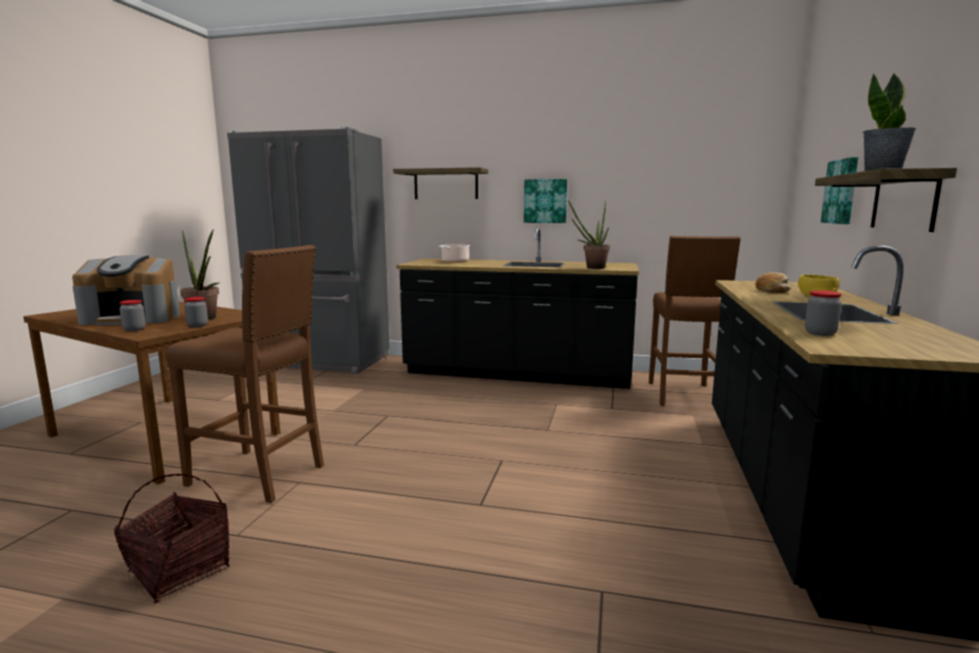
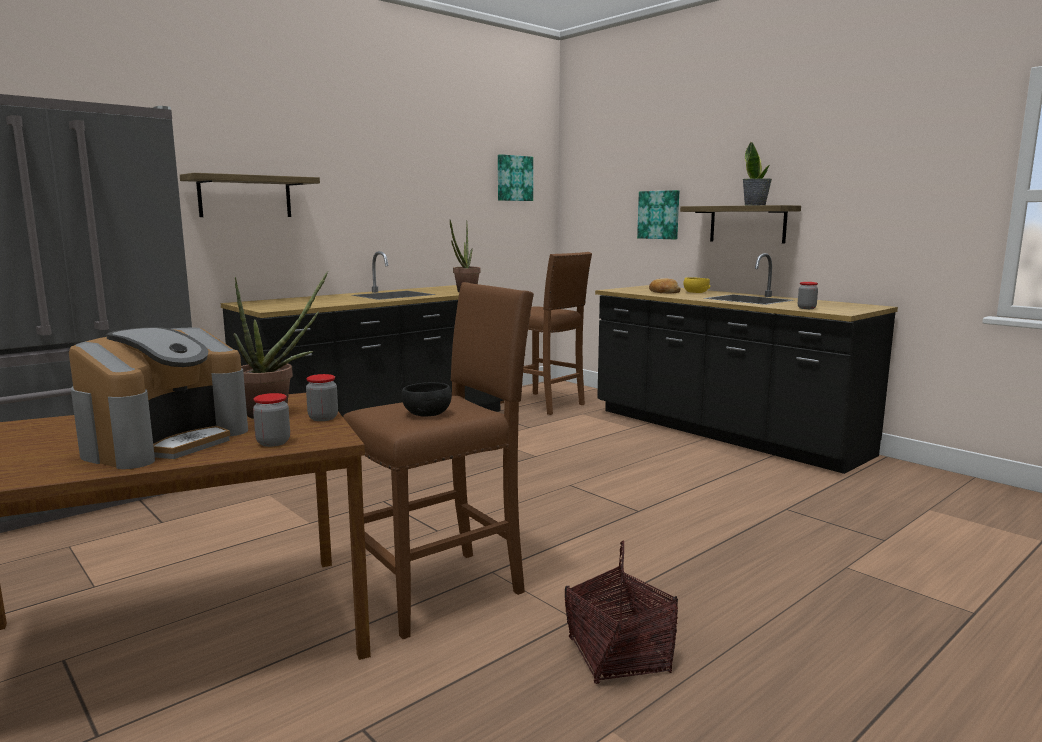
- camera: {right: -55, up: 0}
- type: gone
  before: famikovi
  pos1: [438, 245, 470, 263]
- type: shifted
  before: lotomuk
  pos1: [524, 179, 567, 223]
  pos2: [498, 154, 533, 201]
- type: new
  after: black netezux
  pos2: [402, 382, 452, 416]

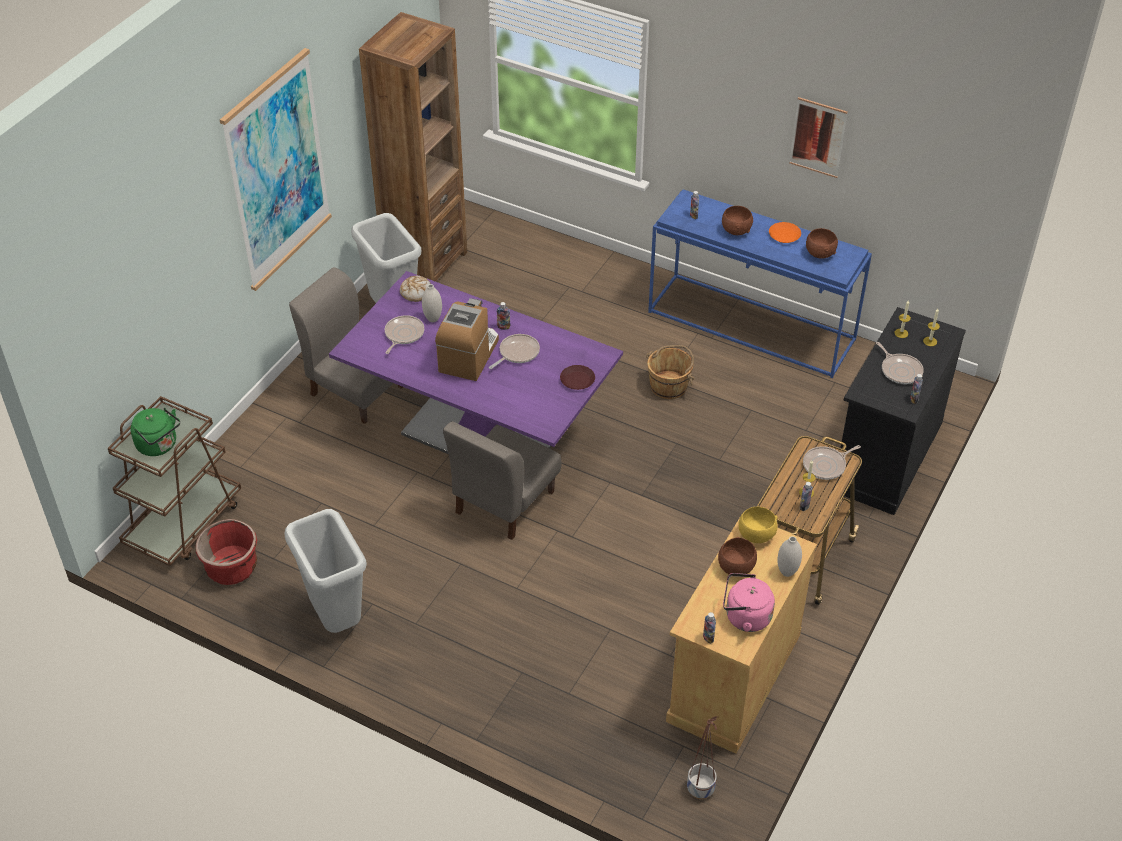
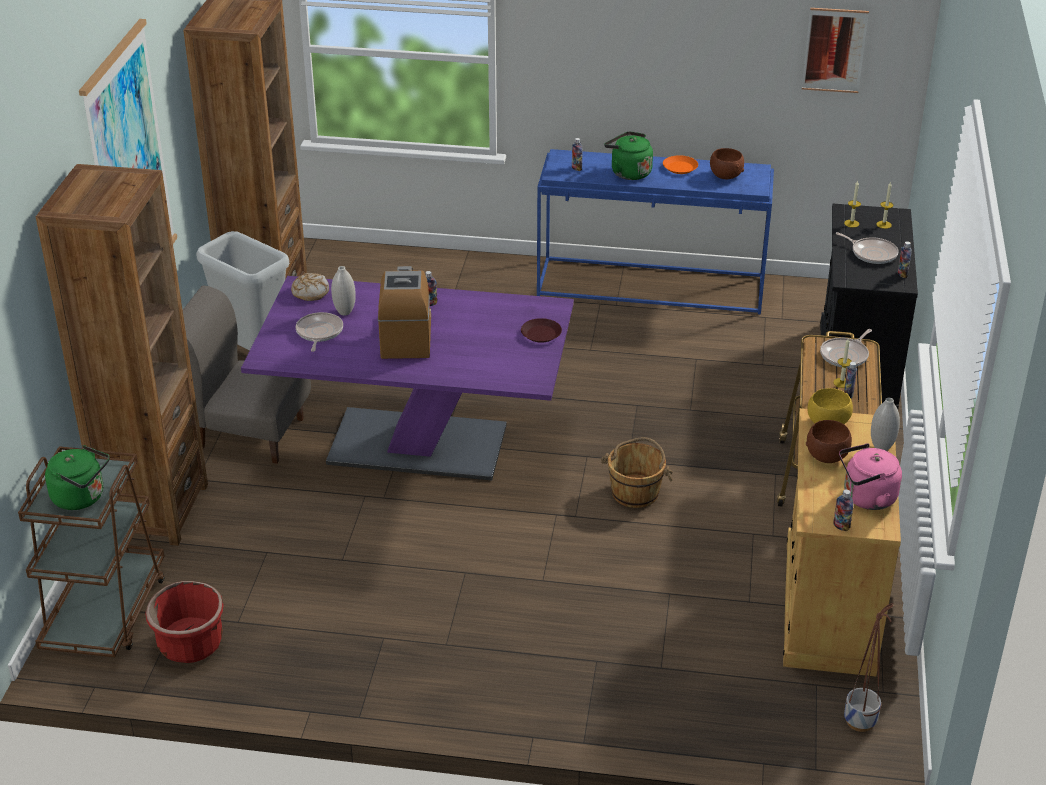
- camera: {right: -20, up: -10}
- type: gone
  before: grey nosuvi
  pos1: [284, 509, 367, 633]
- type: gone
  before: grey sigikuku
  pos1: [443, 421, 562, 540]
- type: gone
  before: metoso
  pos1: [489, 334, 540, 369]
- type: shifted
  before: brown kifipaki
  pos1: [646, 345, 695, 399]
  pos2: [601, 437, 673, 508]
- type: swapped
  before: brown netezux
  after: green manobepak
  pos1: [722, 206, 753, 235]
  pos2: [604, 131, 653, 180]
- type: shifted
  before: lotomuk
  pos1: [789, 97, 848, 178]
  pos2: [802, 8, 869, 93]
- type: new
  after: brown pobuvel
  pos2: [36, 164, 208, 546]

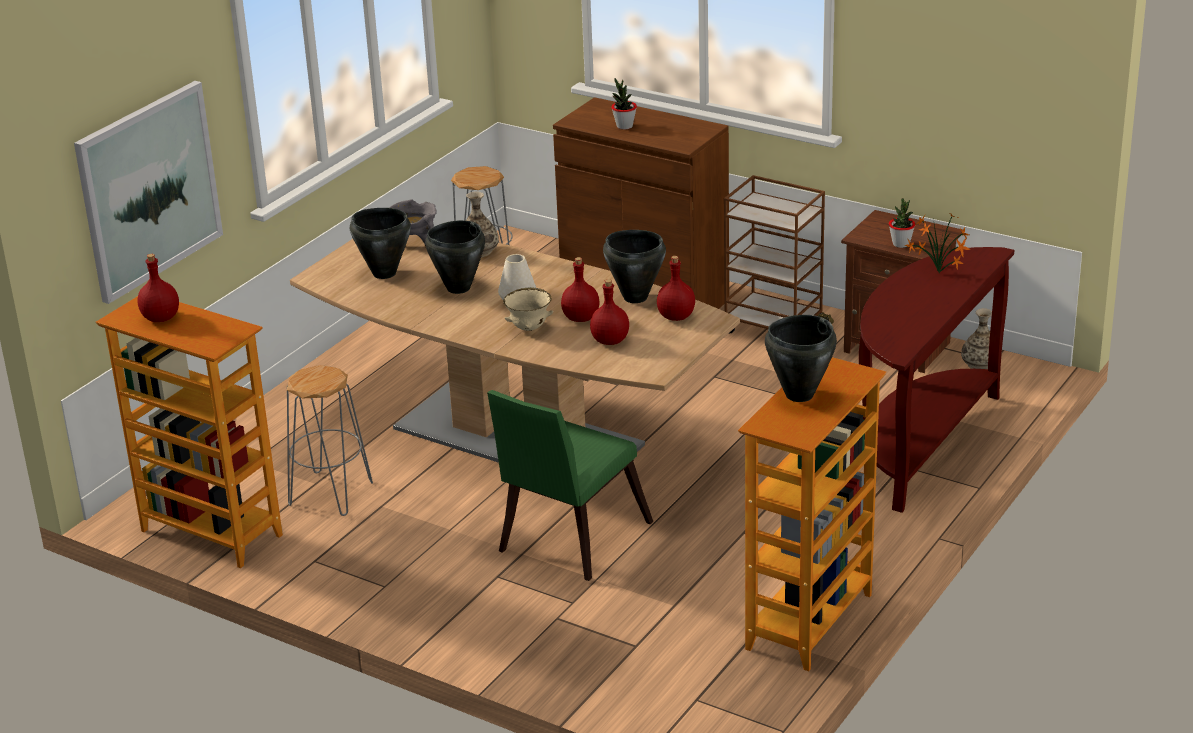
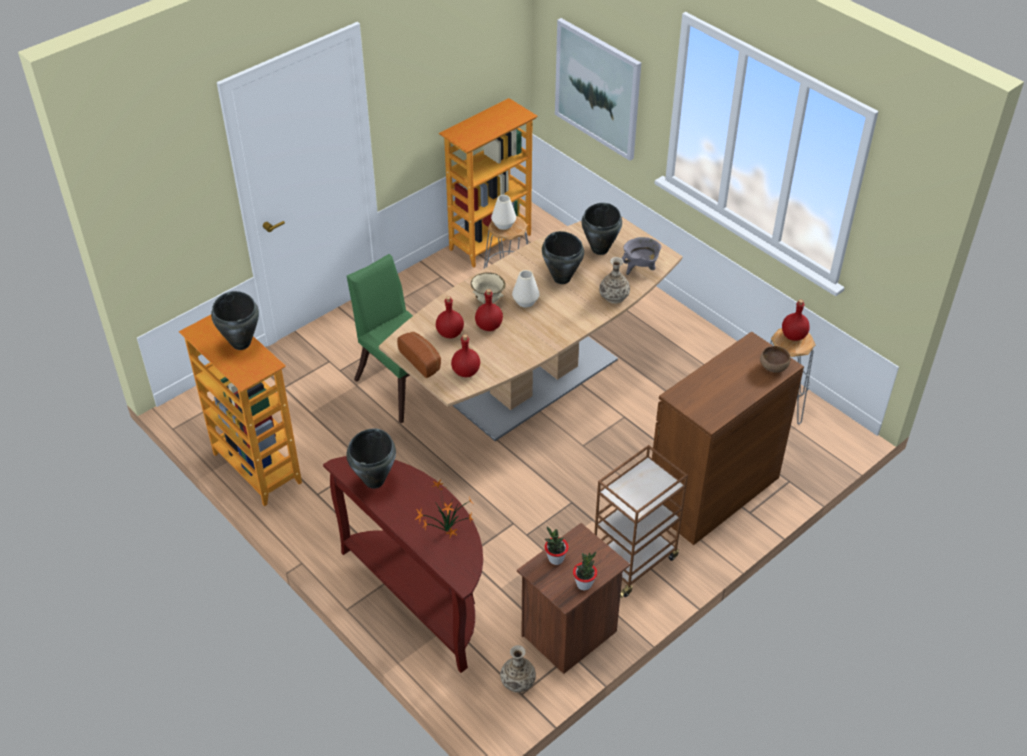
- camera: {right: 105, up: 15}
- type: shifted
  before: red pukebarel
  pos1: [137, 254, 179, 322]
  pos2: [782, 300, 810, 341]
- type: shifted
  before: black famikovi
  pos1: [603, 230, 666, 303]
  pos2: [347, 428, 396, 489]
- type: shifted
  before: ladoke
  pos1: [611, 78, 637, 130]
  pos2: [573, 552, 597, 590]
- type: new
  after: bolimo
  pos2: [397, 332, 441, 378]
- type: new
  after: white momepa
  pos2: [491, 195, 516, 230]
- type: new
  after: brown netezux
  pos2: [760, 346, 790, 373]

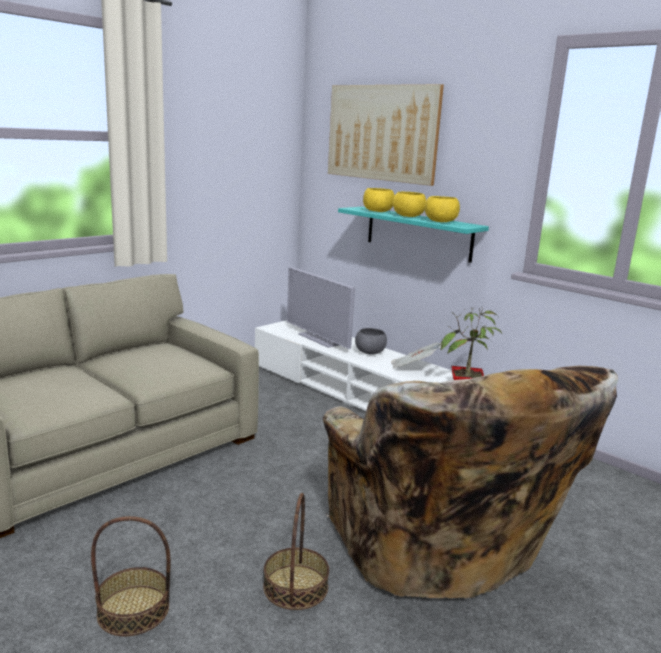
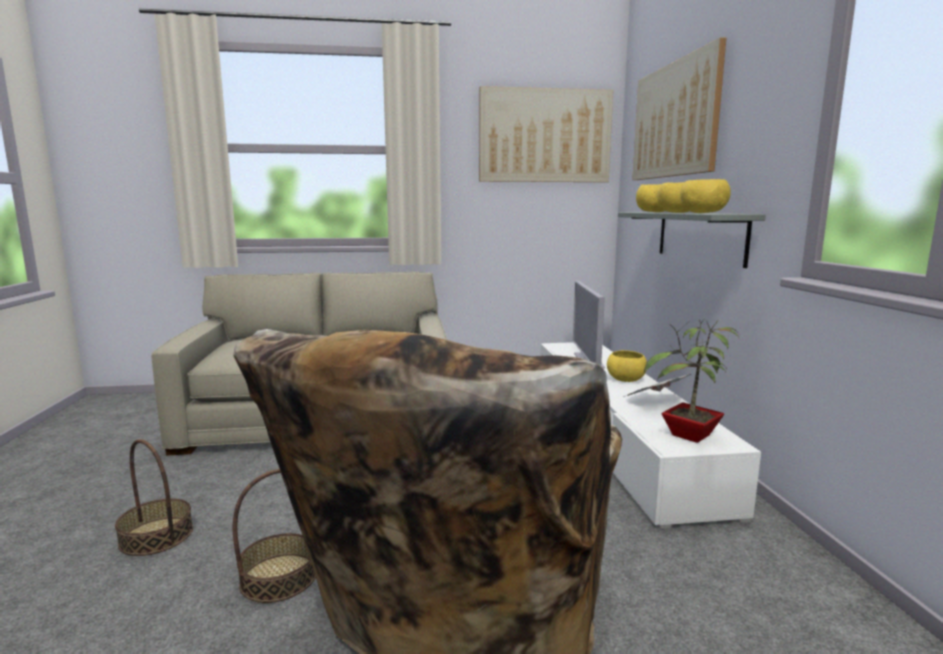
- camera: {right: 40, up: -5}
- type: repainted
  before: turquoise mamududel
  after: grey mamududel
  pos1: [338, 207, 489, 263]
  pos2: [618, 212, 766, 268]
- type: repainted
  before: grey netezux
  after: yellow netezux
  pos1: [355, 328, 387, 355]
  pos2: [607, 350, 647, 382]
- type: new
  after: lotomuk
  pos2: [479, 86, 613, 182]

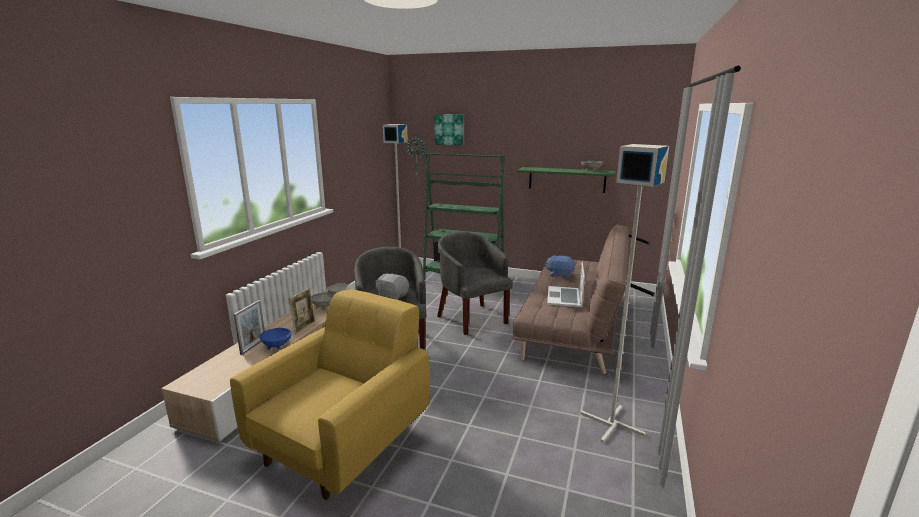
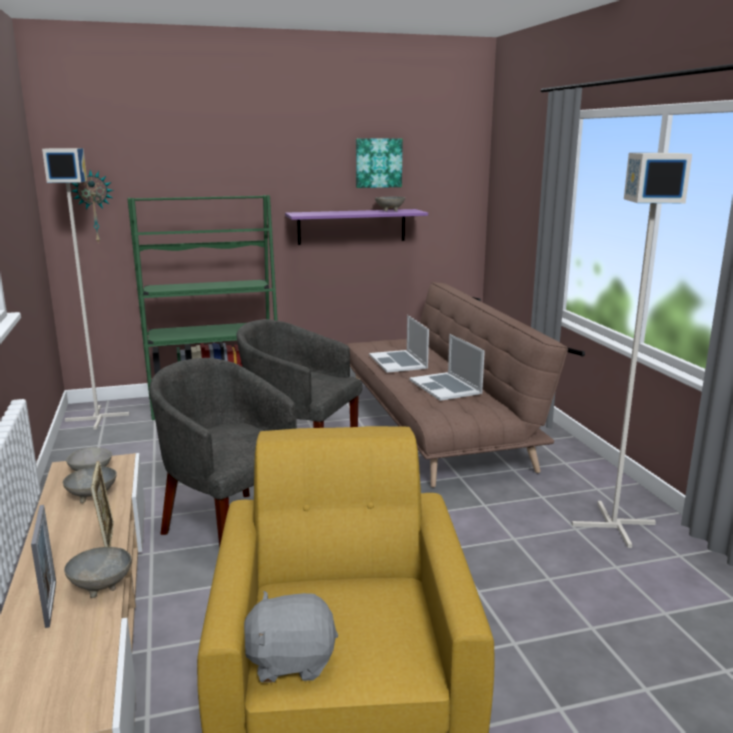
- camera: {right: -35, up: 0}
- type: repainted
  before: blue netezux
  after: grey netezux
  pos1: [259, 328, 292, 350]
  pos2: [64, 547, 131, 598]
- type: shifted
  before: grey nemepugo
  pos1: [375, 273, 409, 300]
  pos2: [244, 591, 338, 683]
- type: shifted
  before: lotomuk
  pos1: [434, 114, 464, 145]
  pos2: [356, 139, 403, 188]
- type: repainted
  before: green mamududel
  after: purple mamududel
  pos1: [517, 167, 616, 193]
  pos2: [285, 209, 428, 245]
- type: swapped
  before: blue nemepugo
  after: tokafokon
  pos1: [545, 255, 575, 278]
  pos2: [369, 315, 429, 373]

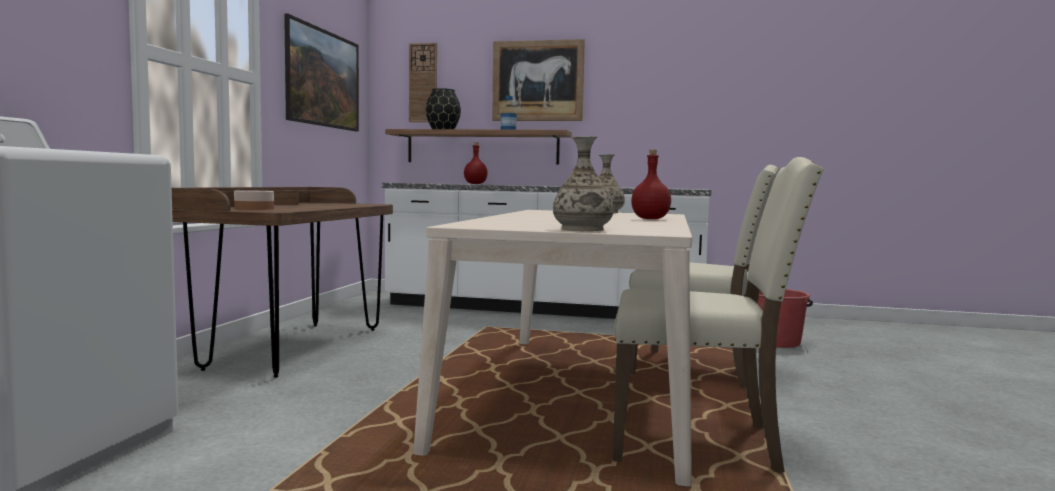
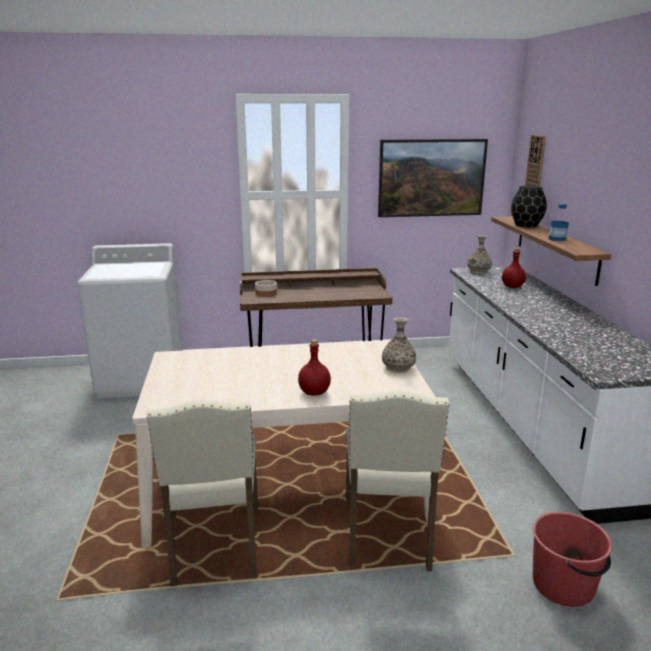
- camera: {right: 70, up: 15}
- type: gone
  before: lotomuk
  pos1: [492, 39, 585, 121]
- type: shifted
  before: momepa
  pos1: [553, 136, 614, 231]
  pos2: [467, 235, 492, 274]

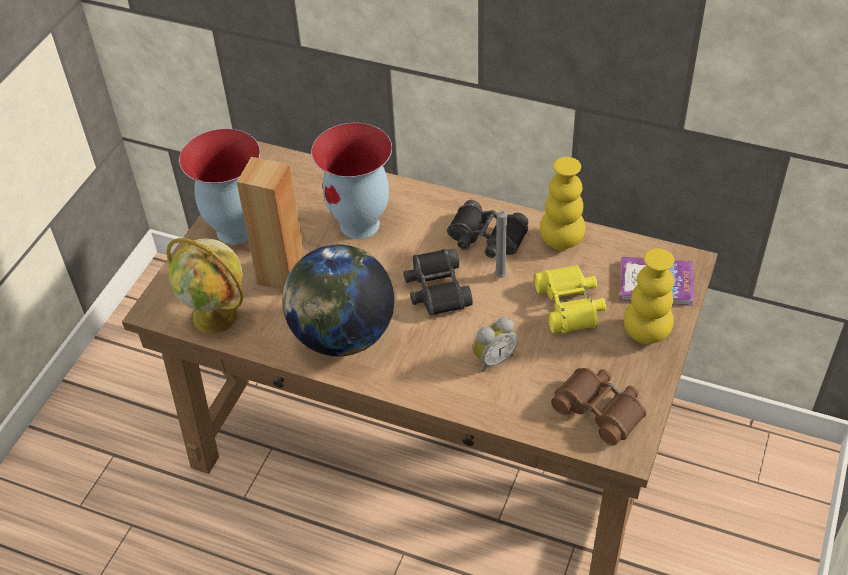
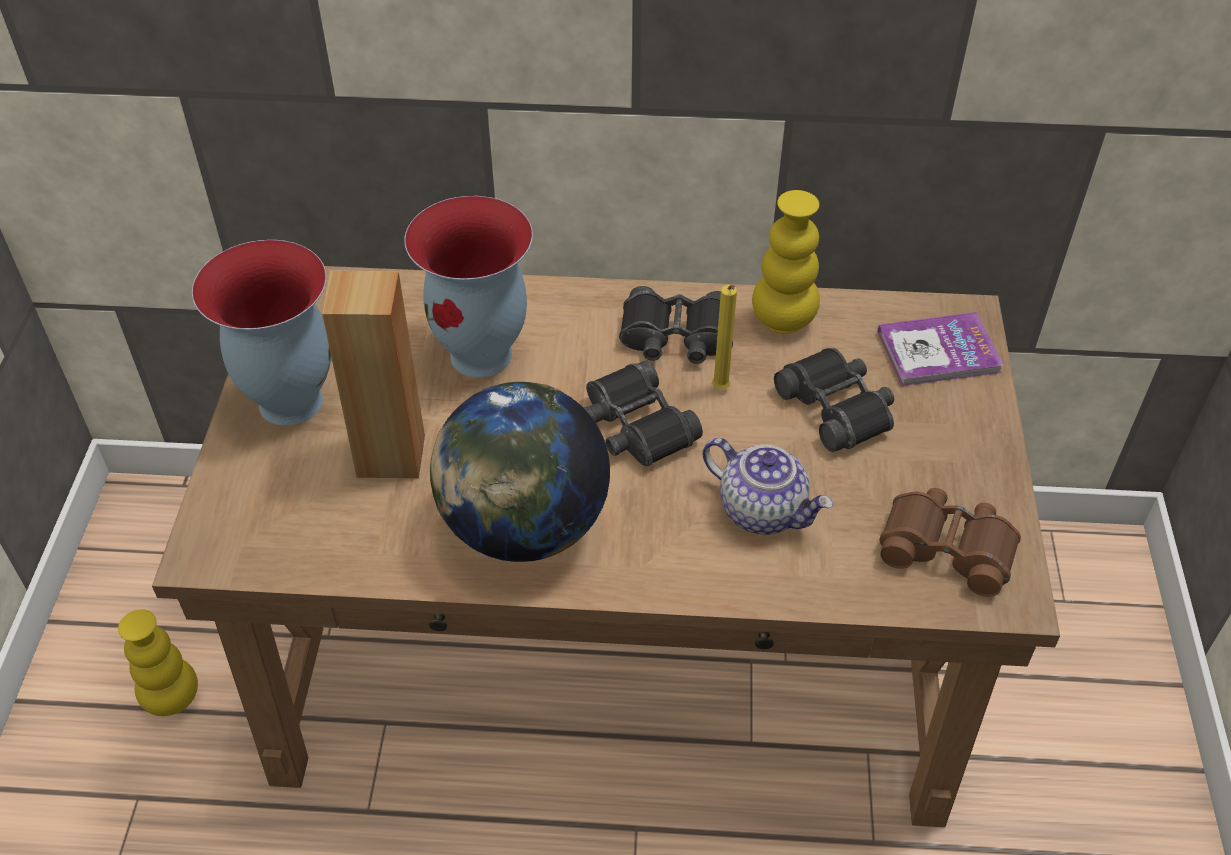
- camera: {right: -20, up: 0}
- type: gone
  before: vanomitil
  pos1: [166, 238, 244, 334]
- type: swapped
  before: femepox
  after: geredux
  pos1: [473, 317, 518, 372]
  pos2: [703, 438, 833, 535]
- type: repainted
  before: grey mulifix
  after: yellow mulifix
  pos1: [495, 211, 507, 278]
  pos2: [712, 285, 737, 390]
- type: repainted
  before: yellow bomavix
  after: black bomavix
  pos1: [534, 265, 606, 333]
  pos2: [774, 348, 894, 452]
- type: shifted
  before: yellow momepa
  pos1: [624, 248, 674, 344]
  pos2: [118, 609, 198, 716]

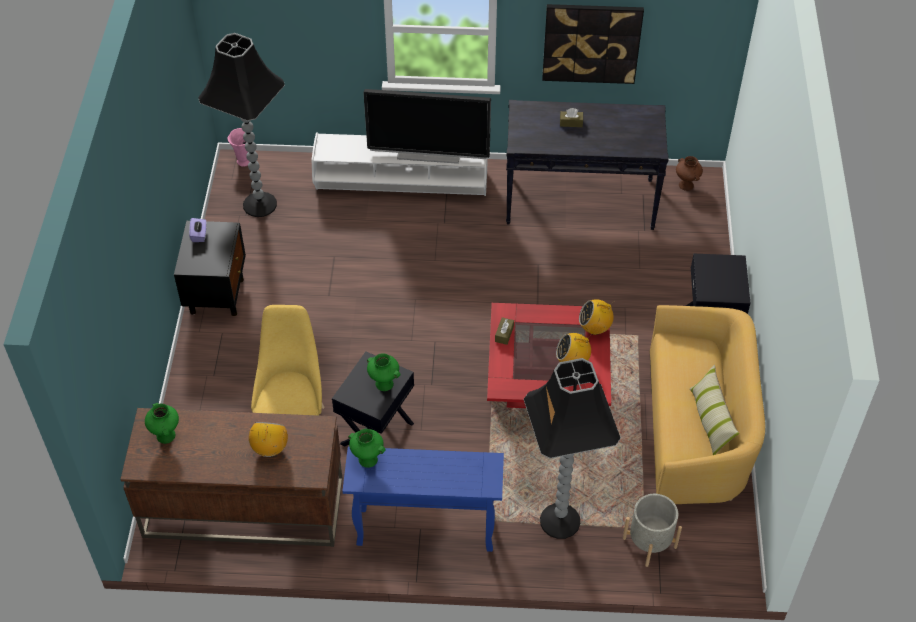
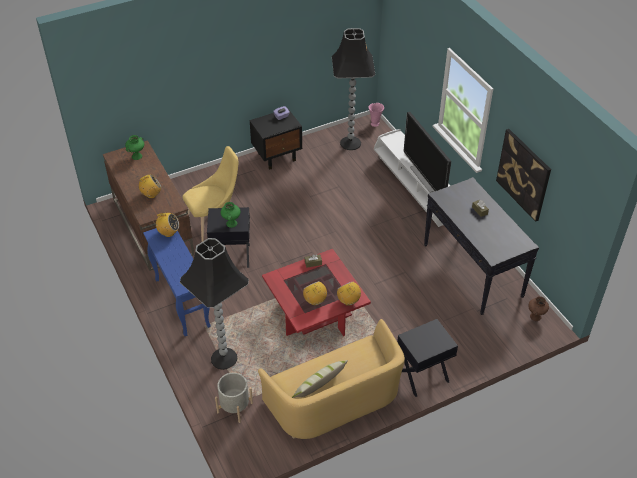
- camera: {right: 60, up: -5}
- type: swapped
  before: green momepa
  after: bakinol
  pos1: [348, 429, 386, 468]
  pos2: [156, 213, 179, 237]

